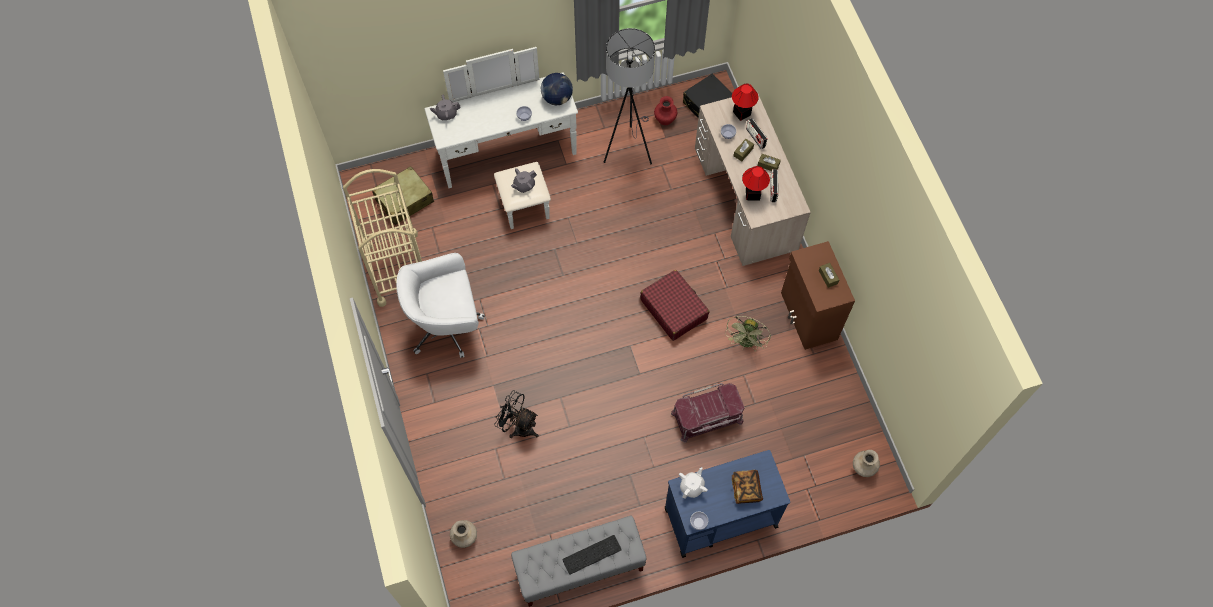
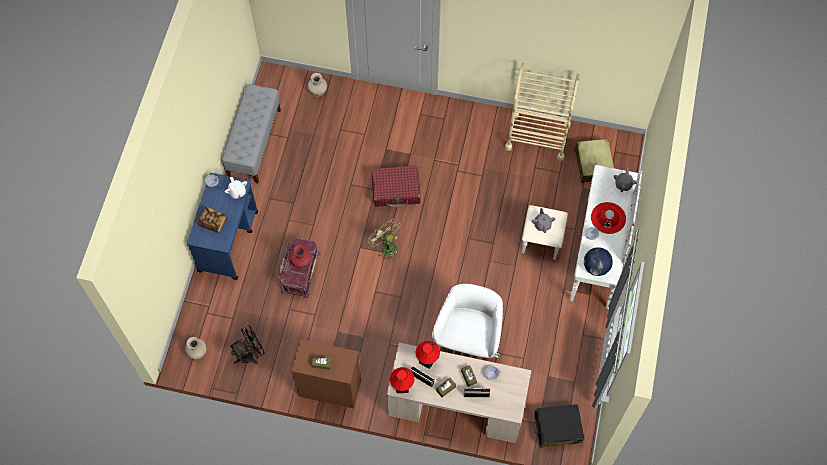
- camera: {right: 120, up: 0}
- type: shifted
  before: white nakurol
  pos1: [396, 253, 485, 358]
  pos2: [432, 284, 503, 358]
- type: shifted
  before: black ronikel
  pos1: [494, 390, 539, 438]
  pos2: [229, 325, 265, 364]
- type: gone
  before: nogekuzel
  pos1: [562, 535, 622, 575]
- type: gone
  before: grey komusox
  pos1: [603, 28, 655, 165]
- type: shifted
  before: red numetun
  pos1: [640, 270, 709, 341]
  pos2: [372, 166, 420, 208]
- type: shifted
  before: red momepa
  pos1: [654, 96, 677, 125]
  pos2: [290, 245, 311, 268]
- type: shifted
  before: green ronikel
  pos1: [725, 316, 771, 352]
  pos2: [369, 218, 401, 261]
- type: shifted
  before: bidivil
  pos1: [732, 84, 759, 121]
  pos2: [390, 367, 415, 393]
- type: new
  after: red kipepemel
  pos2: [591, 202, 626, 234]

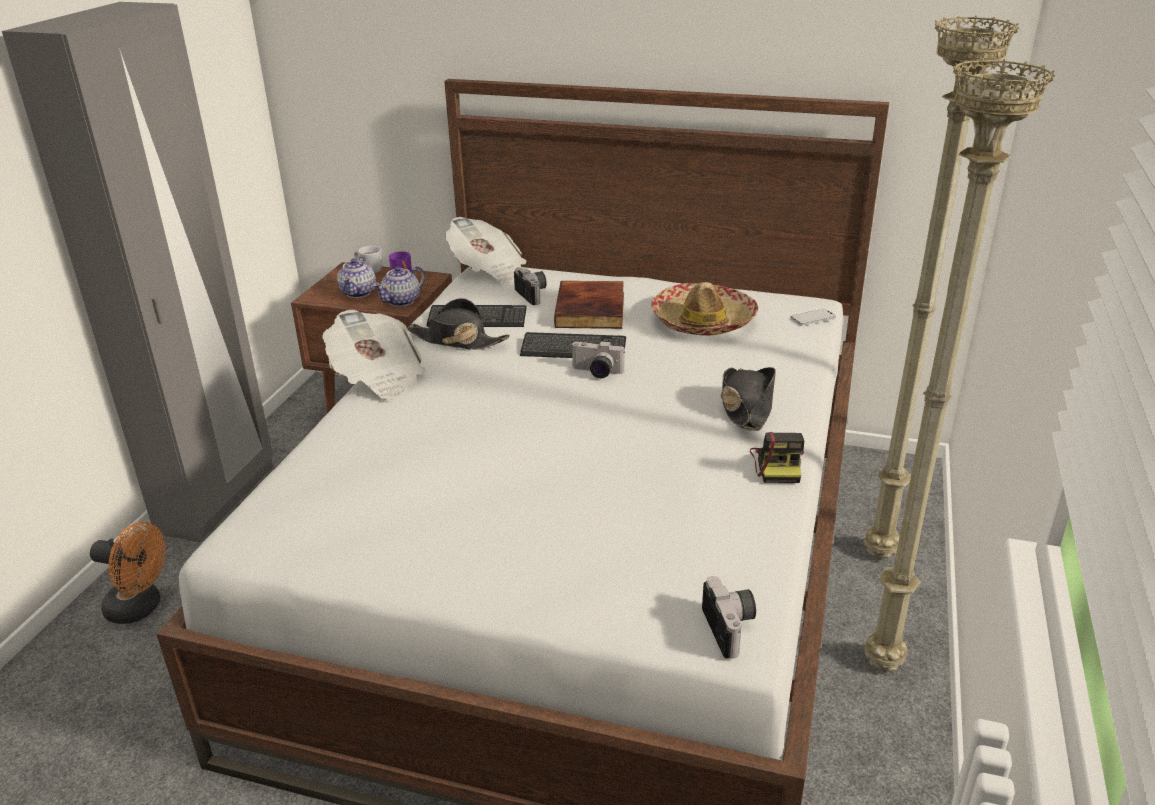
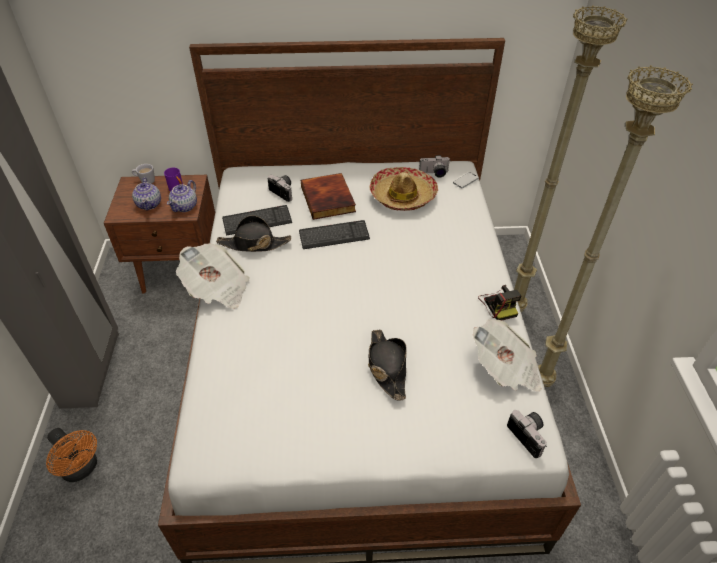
- camera: {right: -20, up: 15}
- type: rotated
  before: orange ronikel
  pos1: [90, 522, 166, 624]
  pos2: [46, 428, 97, 482]
  turn: 45
- type: shifted
  before: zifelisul
  pos1: [445, 217, 527, 283]
  pos2: [473, 319, 542, 392]
- type: shifted
  before: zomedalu
  pos1: [572, 341, 625, 378]
  pos2: [419, 155, 450, 178]
- type: shifted
  before: black kipepemel
  pos1: [721, 367, 776, 431]
  pos2: [368, 330, 407, 400]

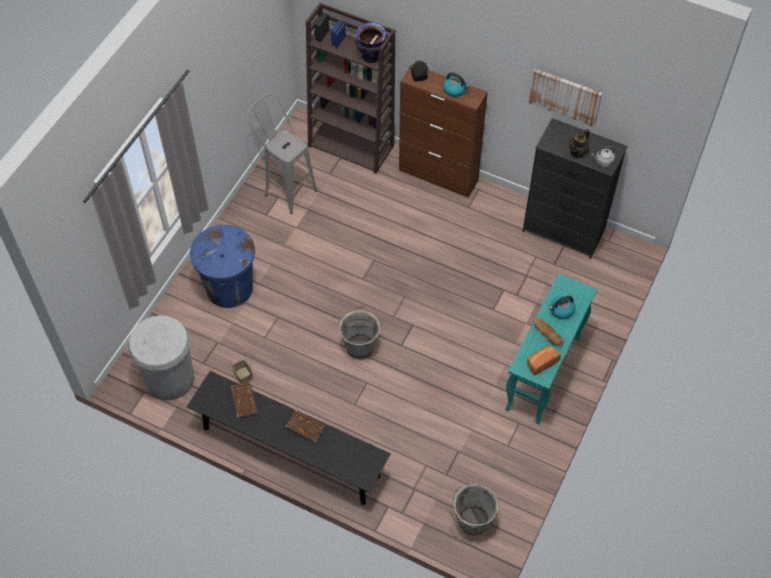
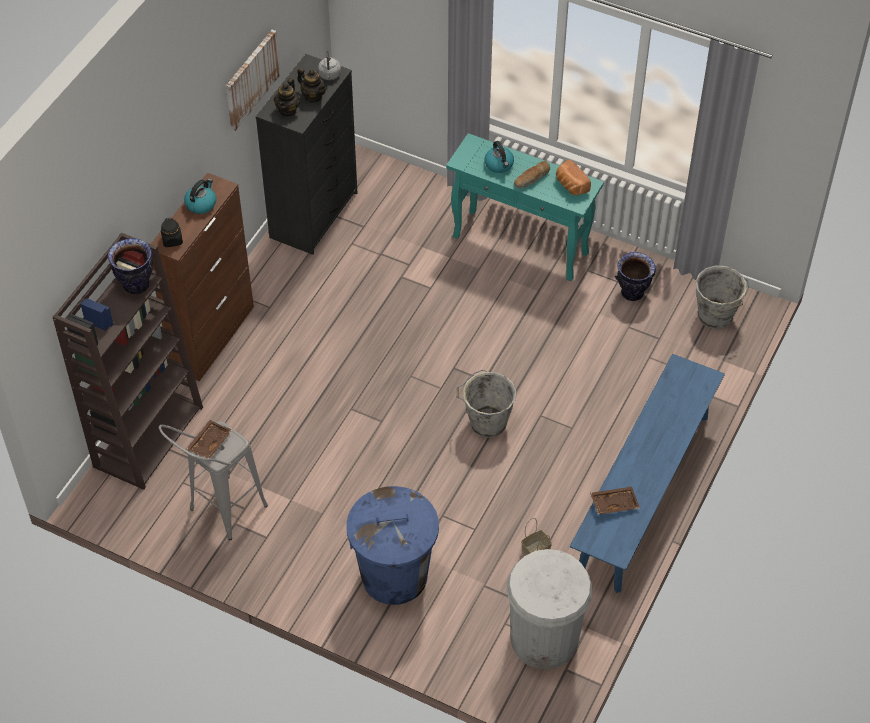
- camera: {right: -90, up: -5}
- type: repainted
  before: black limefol
  after: blue limefol
  pos1: [187, 371, 391, 505]
  pos2: [570, 354, 725, 593]
- type: shifted
  before: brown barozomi
  pos1: [286, 410, 326, 442]
  pos2: [186, 420, 232, 458]
- type: new
  after: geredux
  pos2: [274, 78, 300, 117]
- type: new
  after: momepa
  pos2: [615, 252, 656, 301]

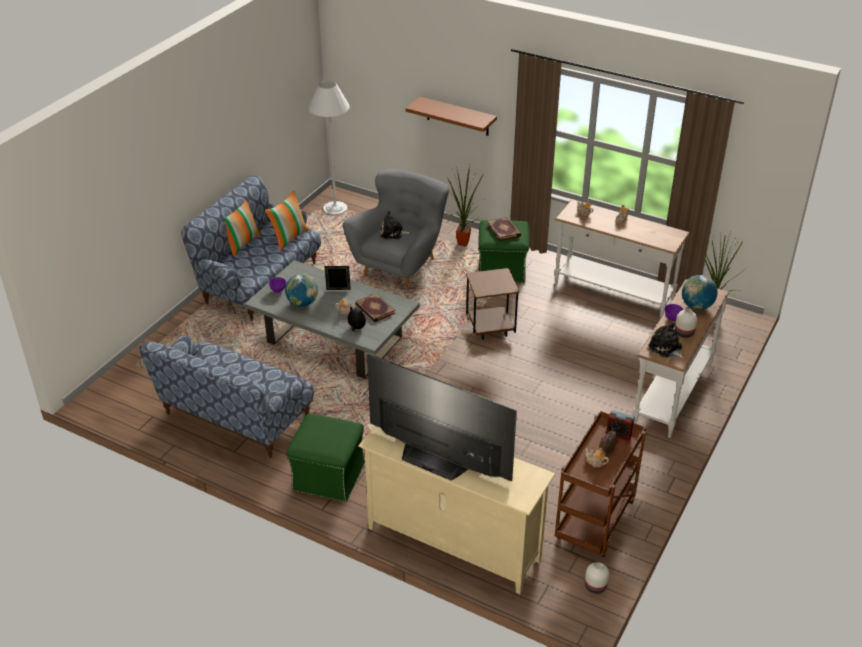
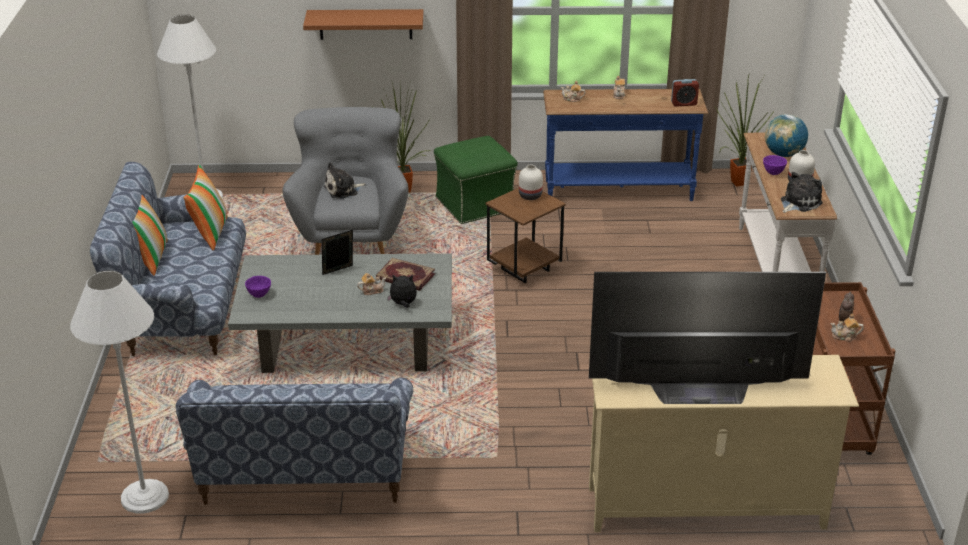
- camera: {right: -30, up: -5}
- type: gone
  before: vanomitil
  pos1: [285, 274, 318, 307]
- type: gone
  before: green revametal
  pos1: [286, 414, 365, 502]
- type: gone
  before: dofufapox
  pos1: [487, 217, 521, 241]
- type: repainted
  before: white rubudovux
  after: blue rubudovux
  pos1: [554, 200, 690, 318]
  pos2: [543, 89, 708, 201]
- type: shifted
  before: white momepa
  pos1: [585, 562, 609, 594]
  pos2: [519, 165, 543, 200]
- type: shifted
  before: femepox
  pos1: [606, 410, 635, 440]
  pos2: [671, 79, 699, 107]
- type: rotated
  before: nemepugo
  pos1: [648, 322, 686, 359]
  pos2: [781, 172, 823, 213]
  turn: 120
- type: new
  after: white komusox
  pos2: [70, 270, 169, 514]

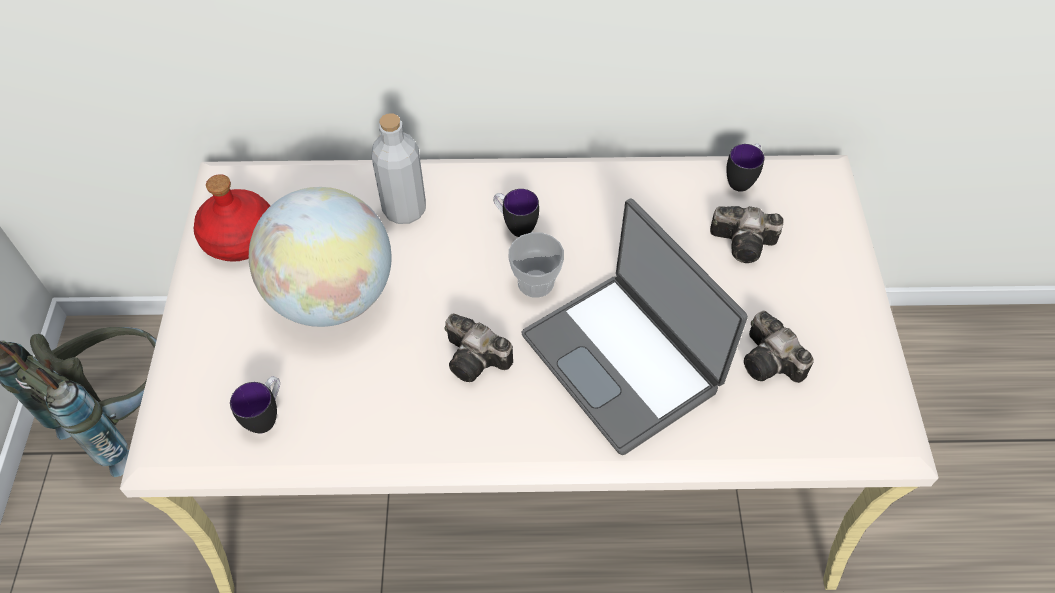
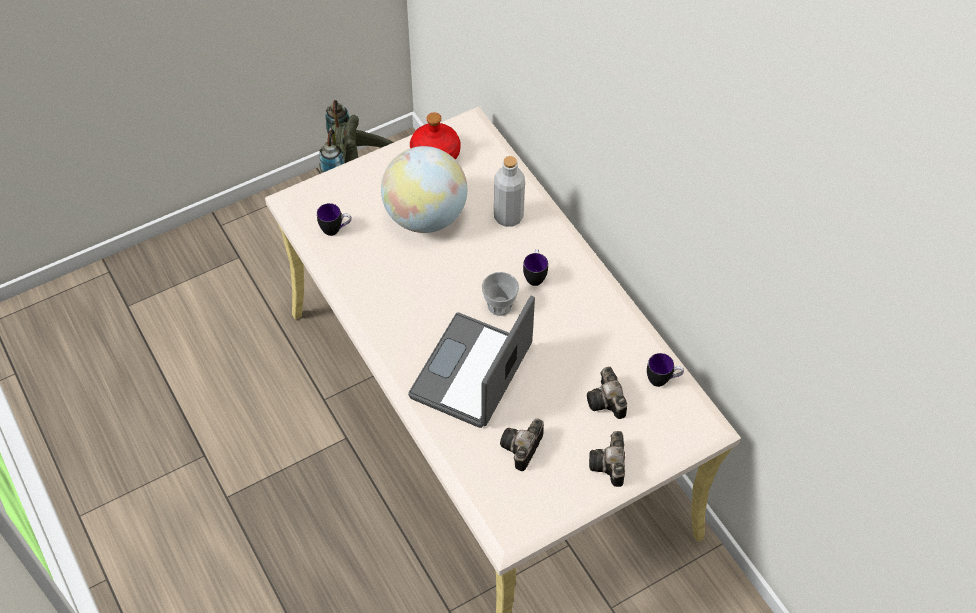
- camera: {right: 60, up: 0}
- type: shifted
  before: zomedalu
  pos1: [444, 314, 513, 382]
  pos2: [589, 431, 625, 487]

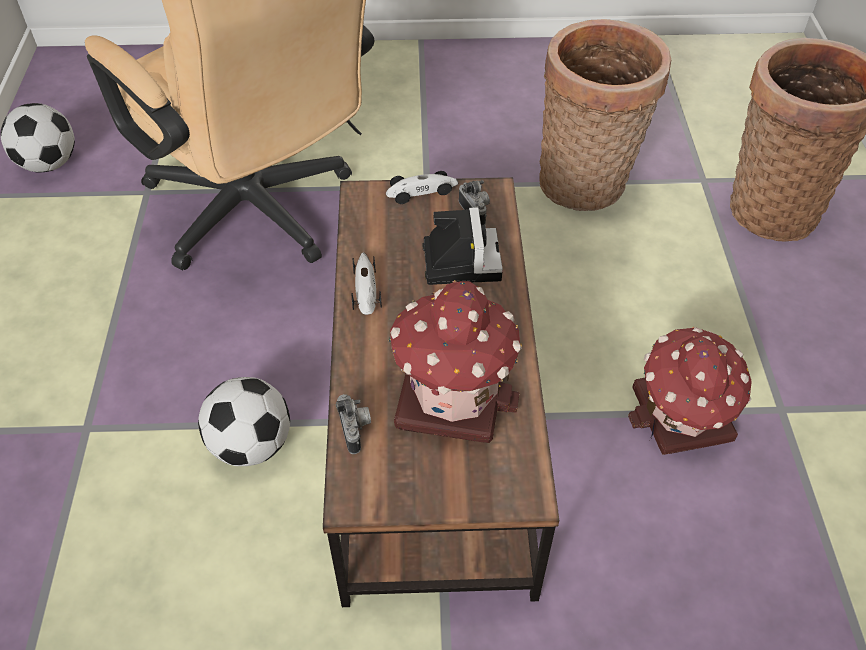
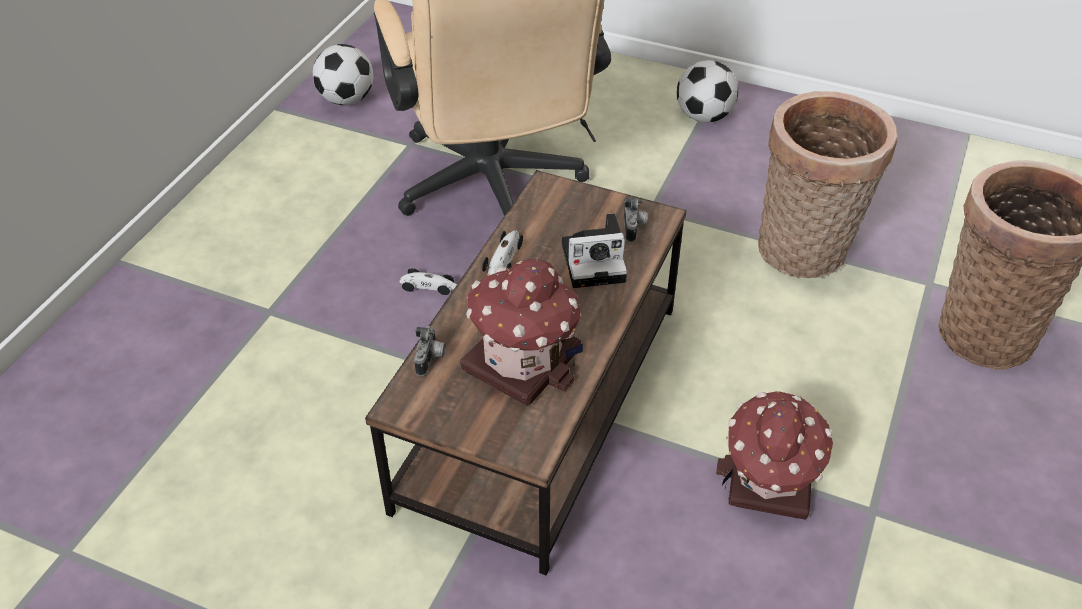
- camera: {right: 25, up: -5}
- type: shifted
  before: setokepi
  pos1: [198, 377, 290, 466]
  pos2: [677, 60, 738, 123]
- type: shifted
  before: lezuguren
  pos1: [386, 171, 458, 204]
  pos2: [399, 268, 457, 295]
- type: rotated
  before: zomedalu
  pos1: [422, 207, 503, 285]
  pos2: [562, 213, 627, 288]
  turn: 60

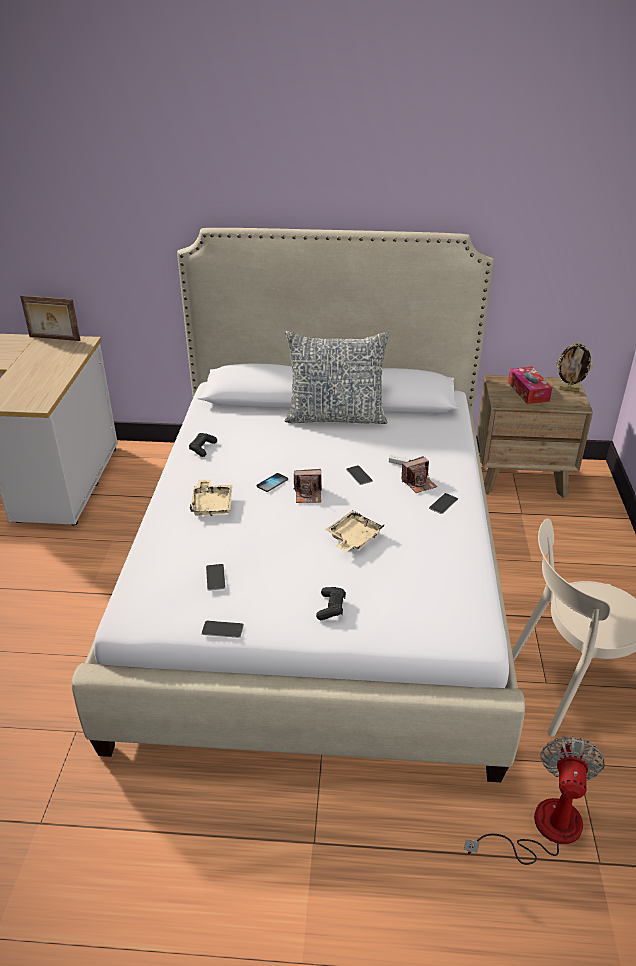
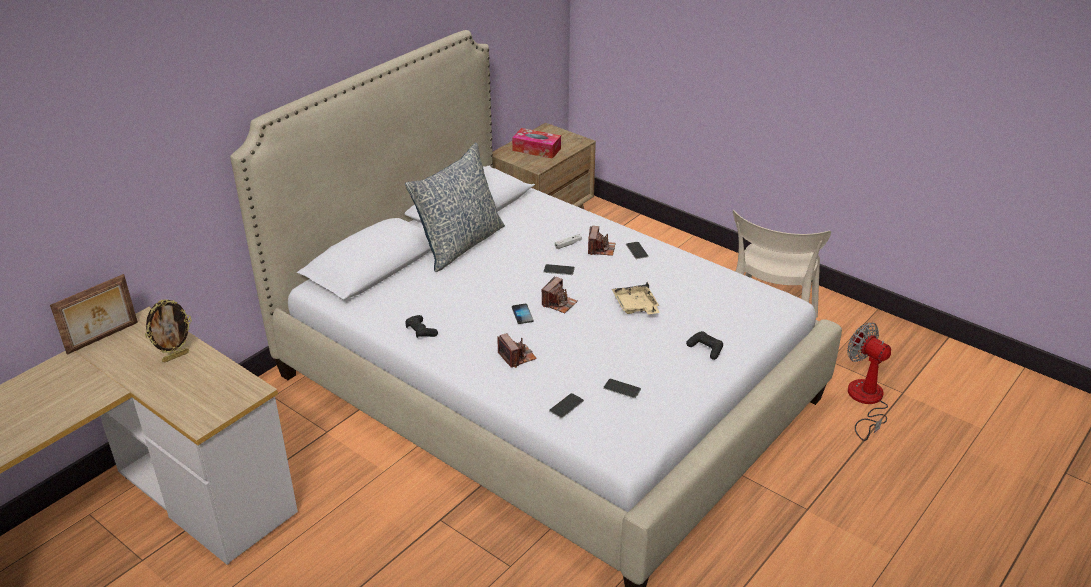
- camera: {right: -55, up: 0}
- type: swapped
  before: beige barozomi
  after: zomedalu
  pos1: [190, 480, 233, 516]
  pos2: [498, 333, 537, 368]
- type: shifted
  before: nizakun
  pos1: [201, 621, 244, 638]
  pos2: [549, 393, 584, 418]
- type: shifted
  before: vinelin
  pos1: [556, 343, 593, 392]
  pos2: [145, 299, 192, 363]

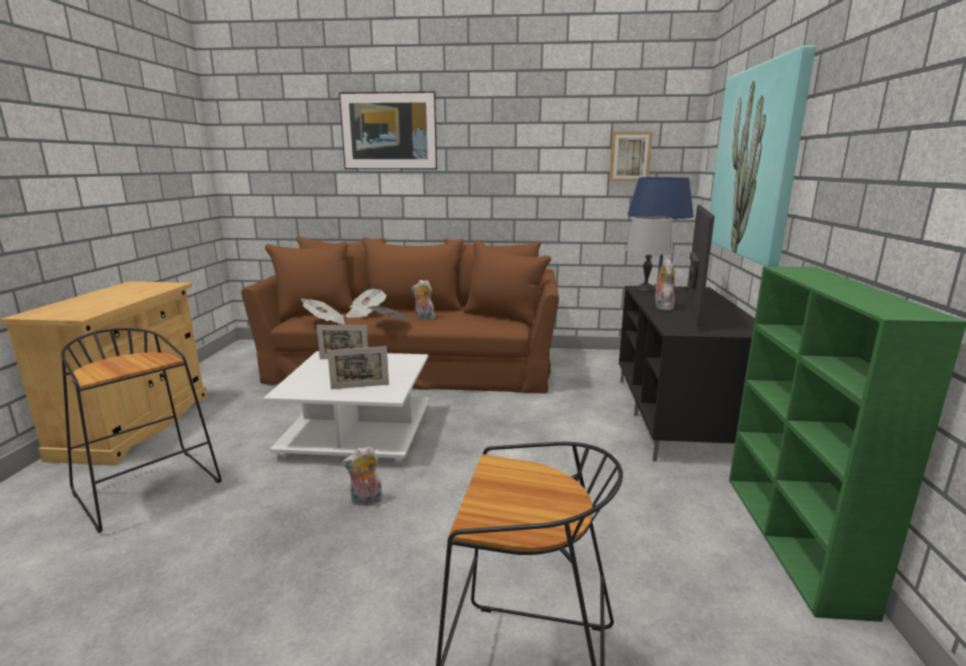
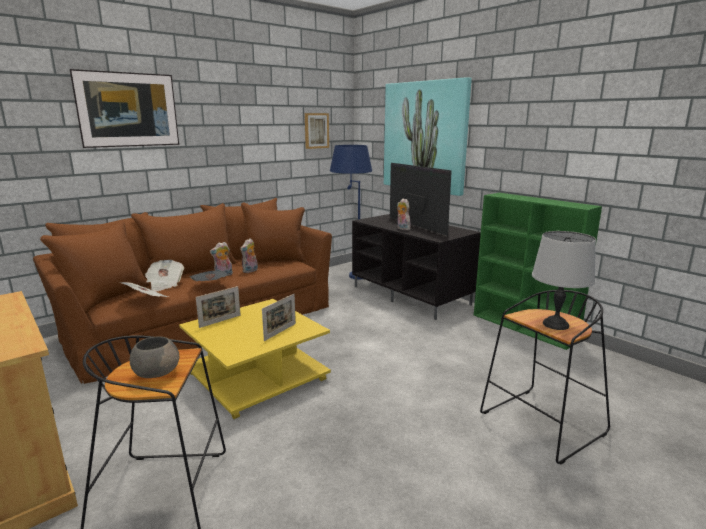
- camera: {right: -45, up: 0}
- type: repainted
  before: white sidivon
  after: yellow sidivon
  pos1: [263, 351, 430, 465]
  pos2: [179, 299, 331, 419]
- type: shifted
  before: nemepugo
  pos1: [342, 446, 383, 506]
  pos2: [240, 238, 258, 273]
- type: shifted
  before: grey bidivil
  pos1: [626, 216, 673, 292]
  pos2: [532, 231, 596, 330]
- type: new
  after: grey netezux
  pos2: [130, 337, 179, 378]

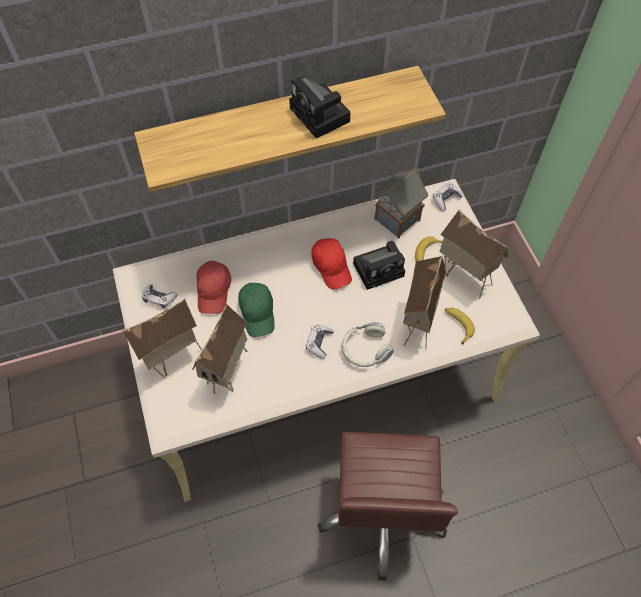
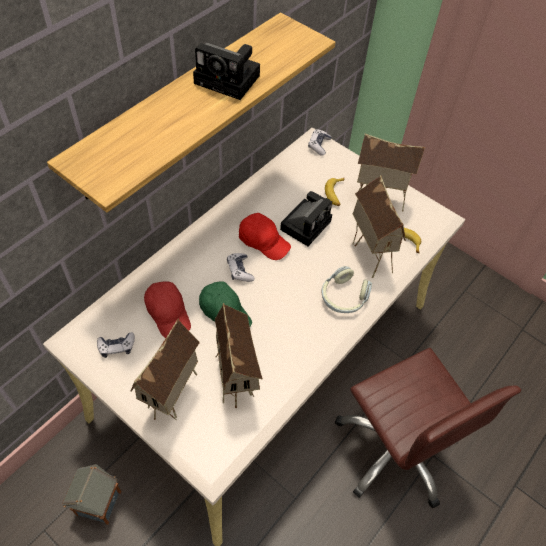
- camera: {right: -35, up: -5}
- type: shifted
  before: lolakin
  pos1: [306, 325, 334, 359]
  pos2: [227, 253, 254, 282]
- type: shifted
  before: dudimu
  pos1: [374, 169, 428, 239]
  pos2: [62, 464, 121, 525]

